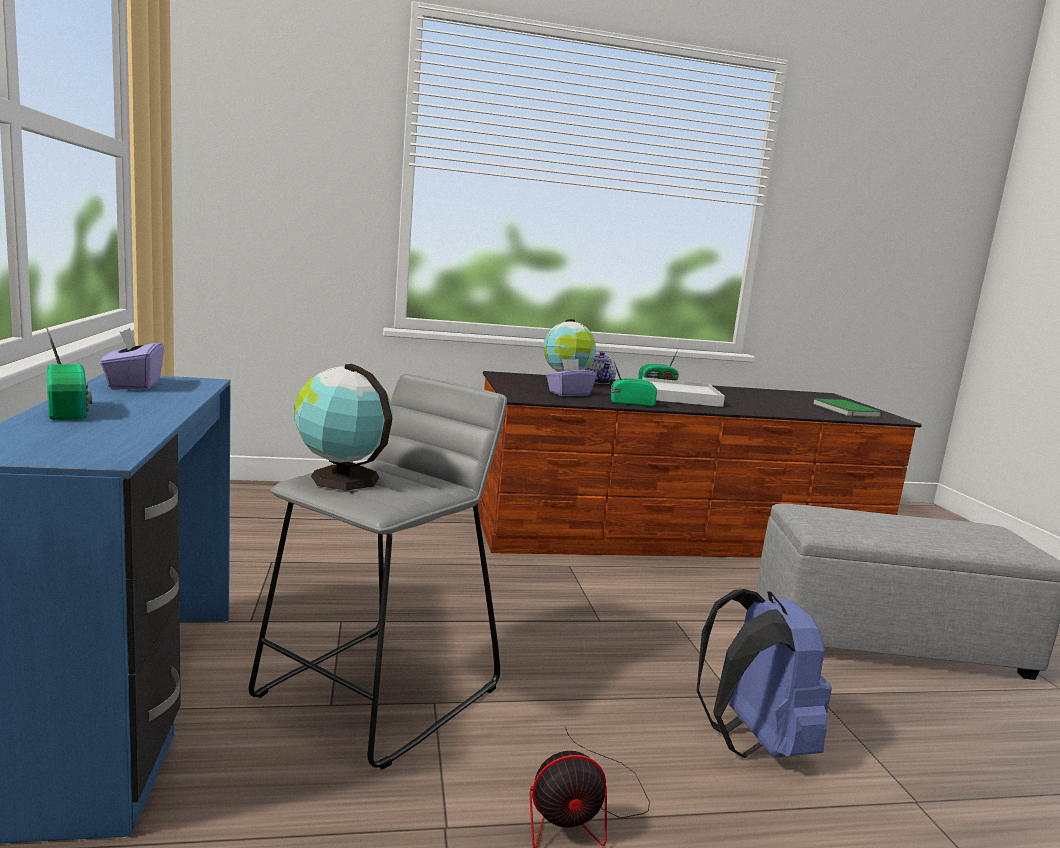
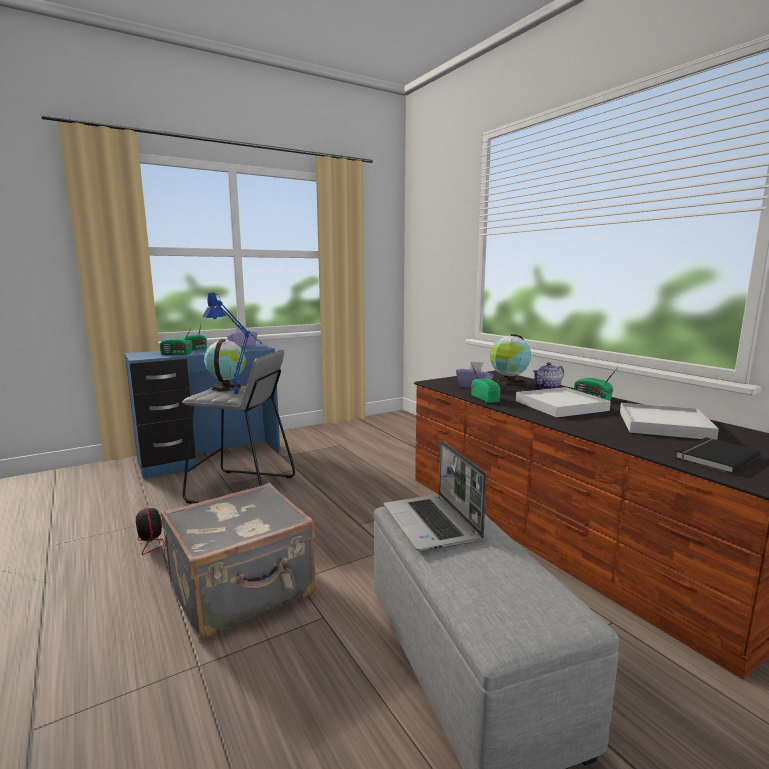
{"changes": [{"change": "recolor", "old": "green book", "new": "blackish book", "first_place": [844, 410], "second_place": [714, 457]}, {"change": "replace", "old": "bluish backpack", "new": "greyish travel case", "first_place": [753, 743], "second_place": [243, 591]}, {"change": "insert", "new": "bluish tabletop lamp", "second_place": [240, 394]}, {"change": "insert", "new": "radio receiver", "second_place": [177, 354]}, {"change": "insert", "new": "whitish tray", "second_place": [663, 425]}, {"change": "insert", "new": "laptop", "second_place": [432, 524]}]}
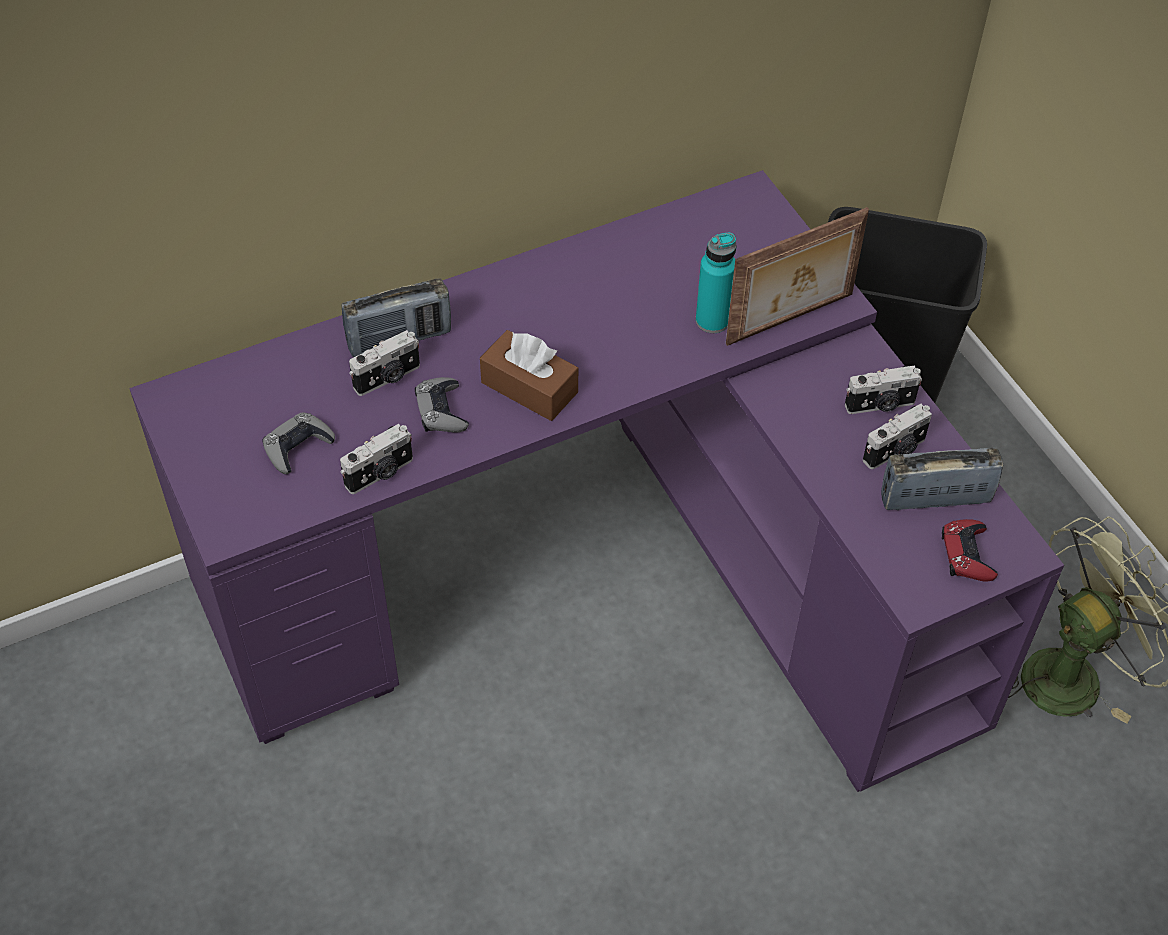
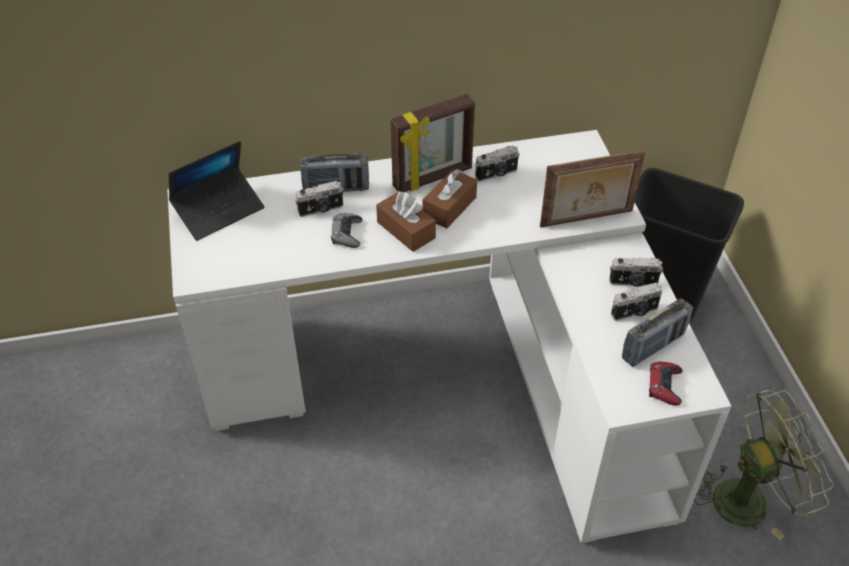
{"changes": [{"change": "recolor", "old": "purple desk", "new": "whitish desk", "first_place": [604, 576], "second_place": [454, 374]}, {"change": "delete", "old": "turquoise drink bottle", "first_place": [712, 321]}, {"change": "delete", "old": "greyish game controller", "first_place": [297, 447]}, {"change": "move", "old": "photo camera", "first_place": [380, 474], "second_place": [497, 174]}, {"change": "rotate", "old": "radio receiver", "first_place": [935, 498], "second_place": [653, 346], "degrees": 135}, {"change": "insert", "new": "photo frame", "second_place": [433, 178]}, {"change": "insert", "new": "laptop", "second_place": [219, 210]}, {"change": "insert", "new": "brown-coloured tissue box", "second_place": [449, 207]}]}
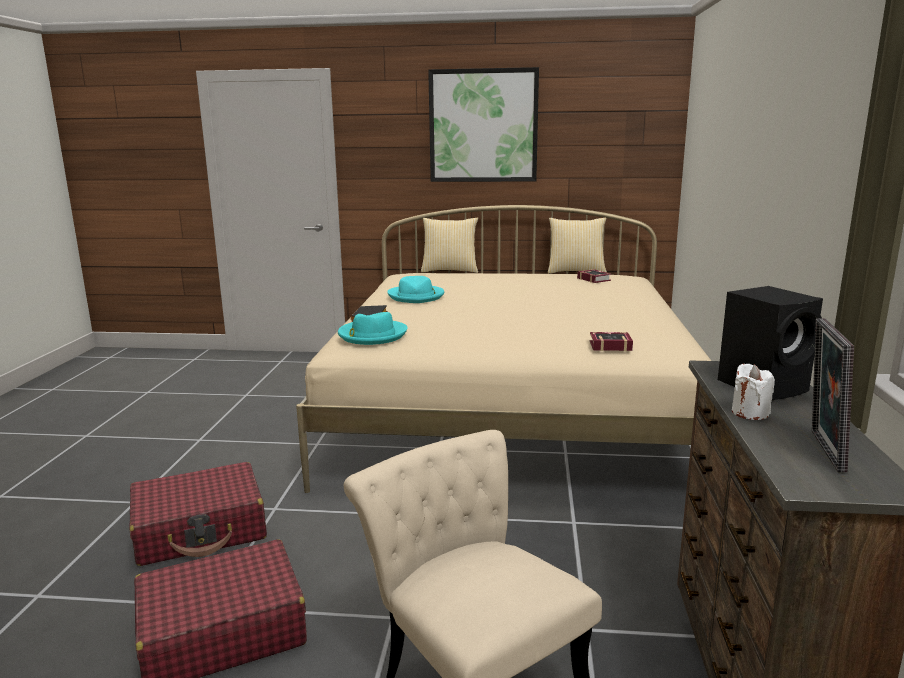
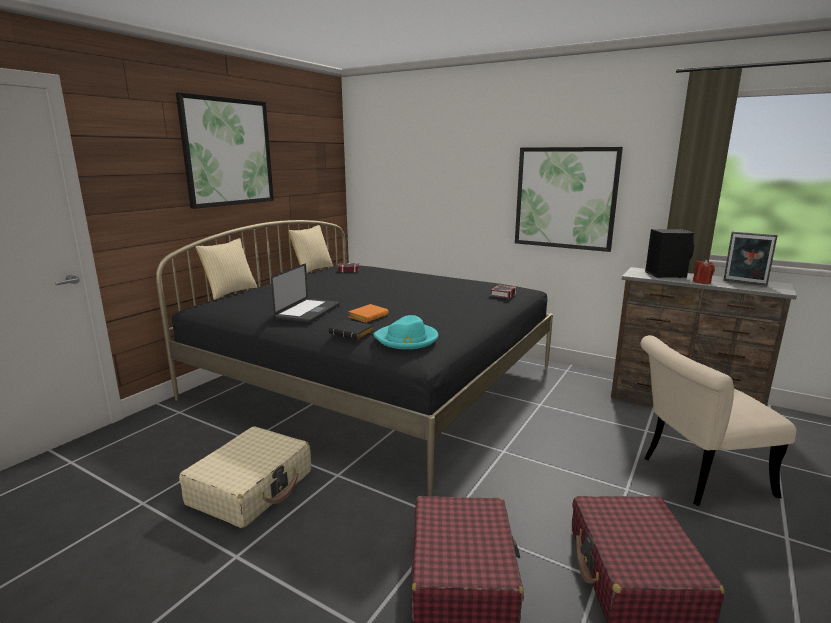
{"changes": [{"change": "recolor", "old": "beige-coloured bed", "new": "blackish bed", "first_place": [512, 413], "second_place": [374, 382]}, {"change": "replace", "old": "turquoise wearable hat", "new": "laptop", "first_place": [416, 296], "second_place": [308, 311]}, {"change": "recolor", "old": "whitish wax light", "new": "red-coloured wax light", "first_place": [750, 413], "second_place": [702, 282]}, {"change": "insert", "new": "wall art", "second_place": [565, 198]}, {"change": "insert", "new": "orangey book", "second_place": [368, 316]}, {"change": "insert", "new": "beige-coloured travel case", "second_place": [251, 488]}]}
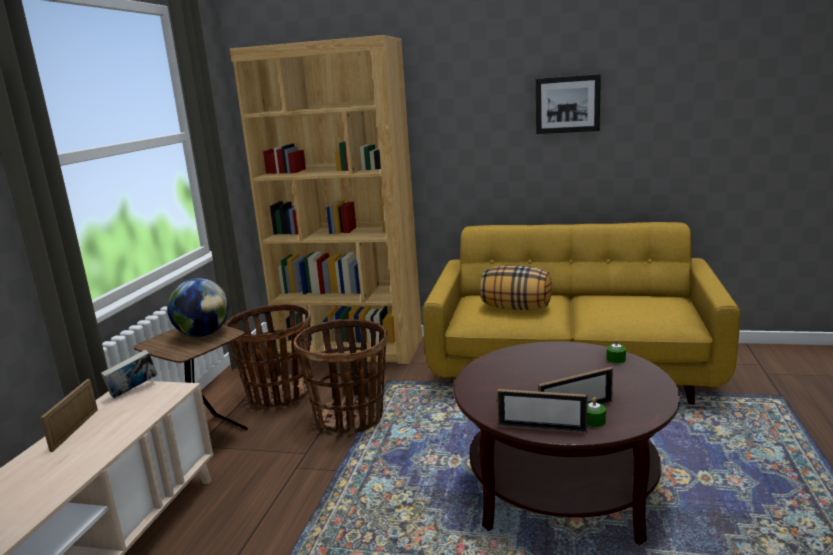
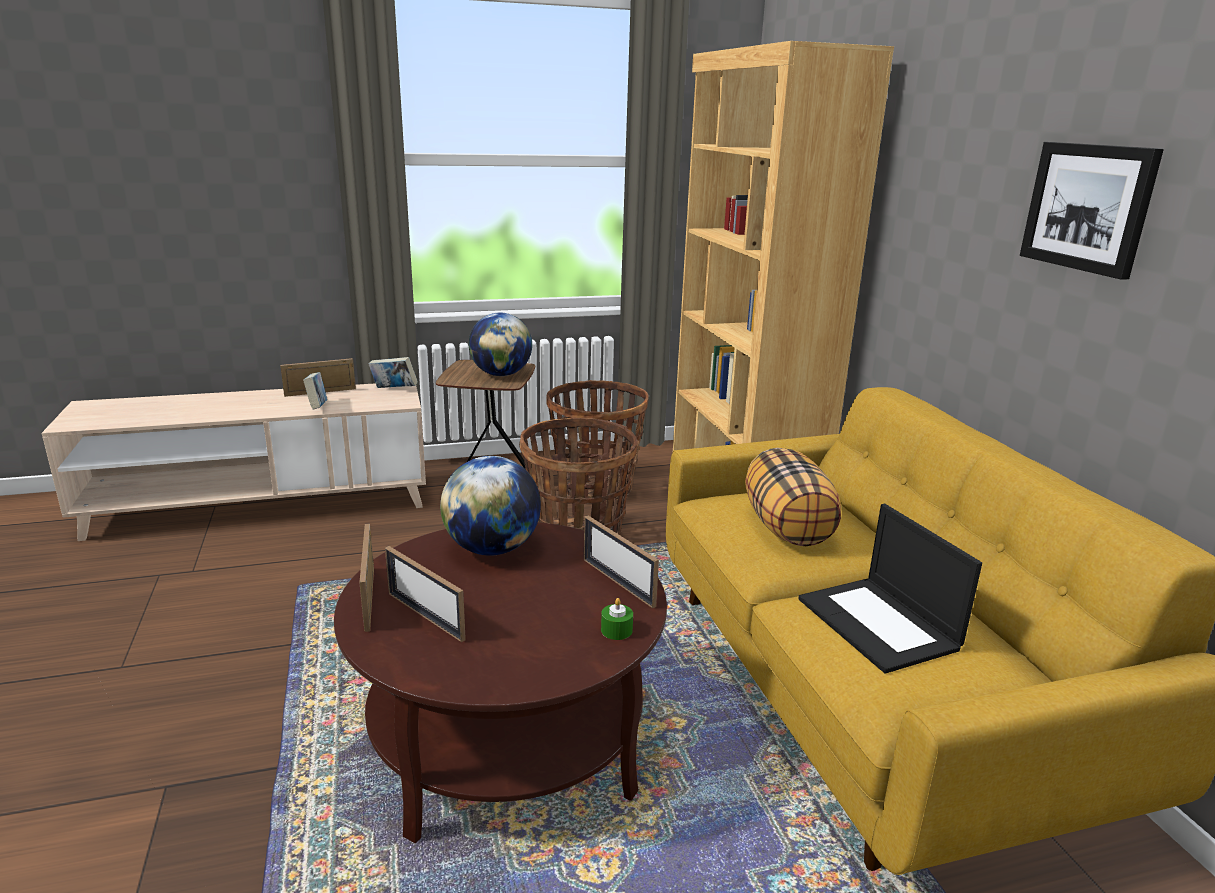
{"changes": [{"change": "delete", "old": "green wax light", "first_place": [594, 421]}, {"change": "insert", "new": "book", "second_place": [317, 408]}, {"change": "insert", "new": "desk globe", "second_place": [492, 549]}, {"change": "insert", "new": "laptop", "second_place": [879, 624]}, {"change": "insert", "new": "photo frame", "second_place": [618, 582]}]}
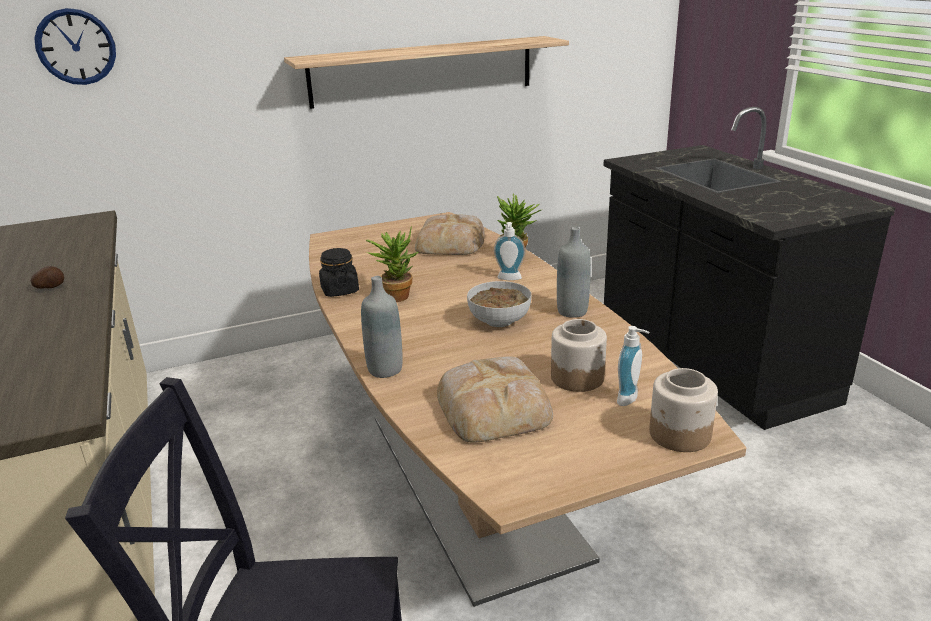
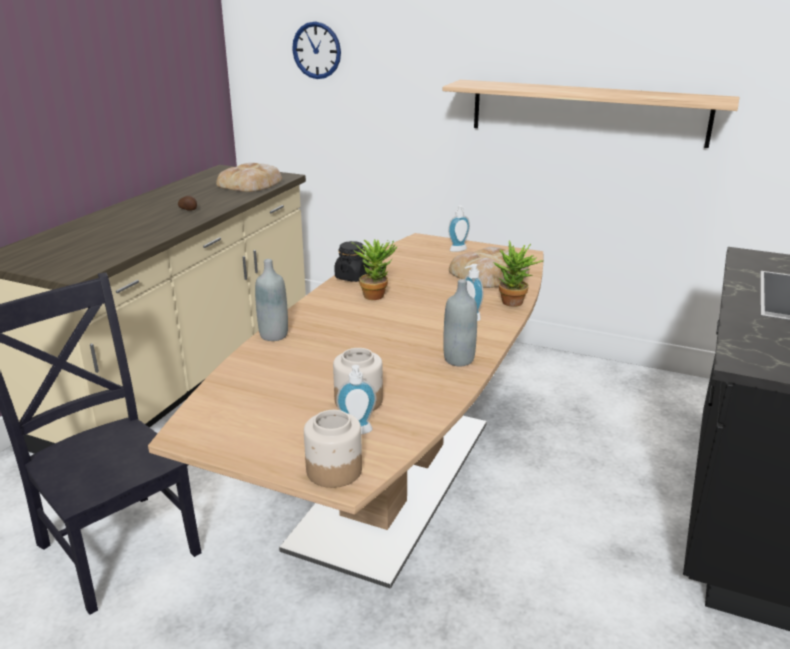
{"changes": [{"change": "delete", "old": "deep dish", "first_place": [500, 321]}, {"change": "move", "old": "baked bread", "first_place": [494, 406], "second_place": [251, 184]}, {"change": "insert", "new": "soap dispenser", "second_place": [459, 250]}]}
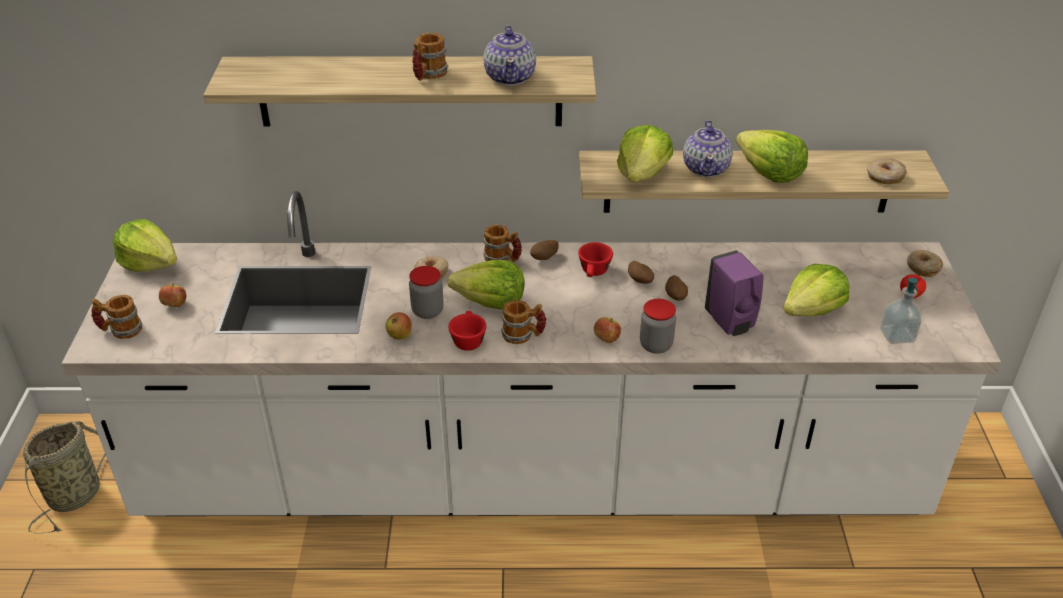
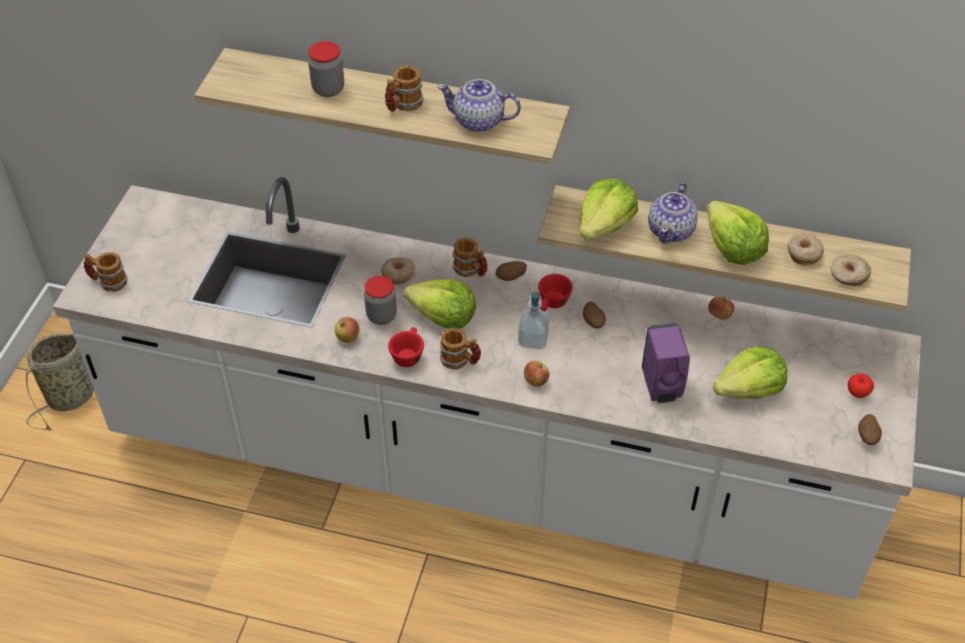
{"changes": [{"change": "rotate", "old": "teapot", "first_place": [510, 77], "second_place": [479, 121], "degrees": 90}, {"change": "delete", "old": "lettuce", "first_place": [150, 263]}, {"change": "move", "old": "donut", "first_place": [922, 268], "second_place": [803, 253]}, {"change": "move", "old": "spud", "first_place": [675, 297], "second_place": [867, 437]}, {"change": "move", "old": "soap dispenser", "first_place": [897, 335], "second_place": [533, 340]}, {"change": "move", "old": "whole apple", "first_place": [175, 305], "second_place": [719, 315]}, {"change": "move", "old": "jar", "first_place": [656, 345], "second_place": [328, 89]}]}
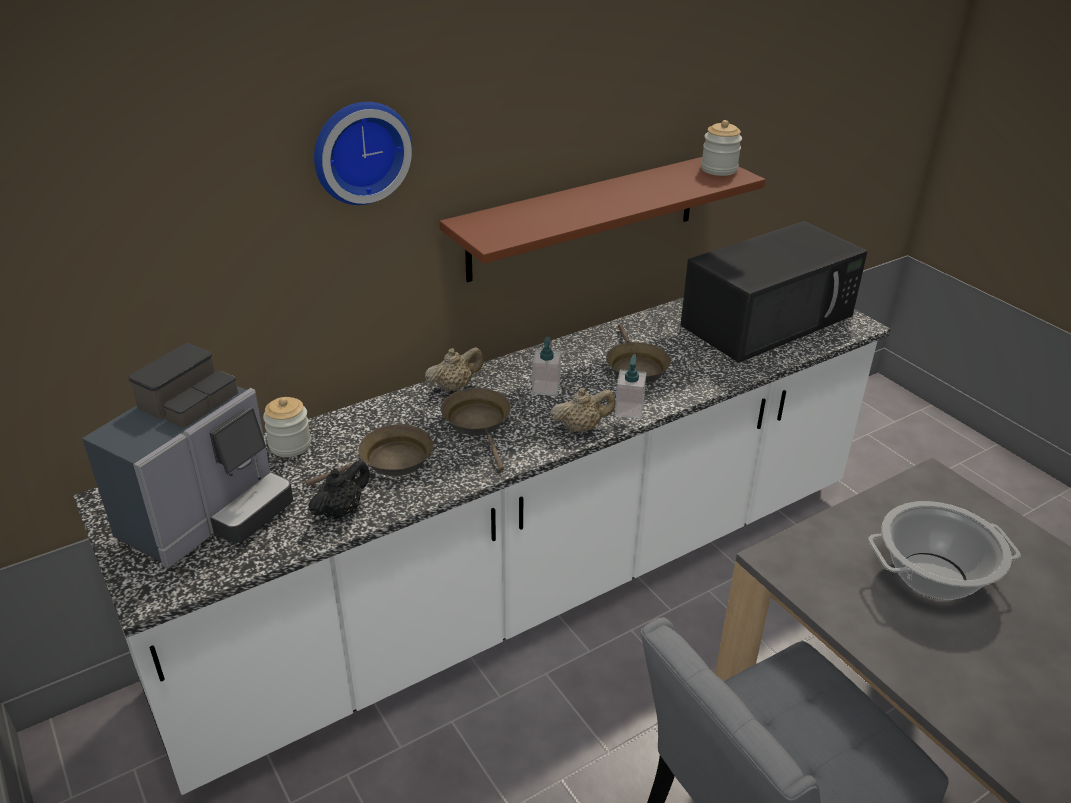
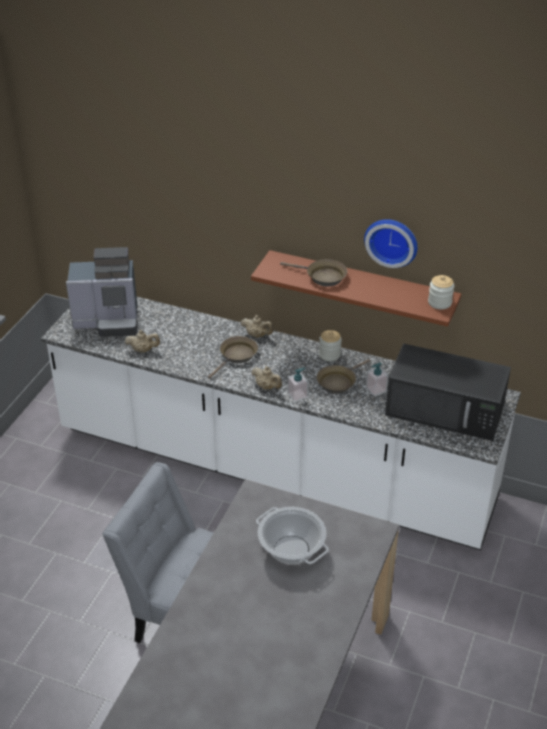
{"changes": [{"change": "move", "old": "wall clock", "first_place": [360, 151], "second_place": [392, 241]}, {"change": "move", "old": "soap dispenser", "first_place": [546, 388], "second_place": [376, 389]}, {"change": "move", "old": "jar", "first_place": [290, 445], "second_place": [329, 355]}, {"change": "move", "old": "brown-coloured pan", "first_place": [390, 461], "second_place": [322, 277]}, {"change": "recolor", "old": "blackish teapot", "new": "beige-coloured teapot", "first_place": [341, 510], "second_place": [143, 350]}]}
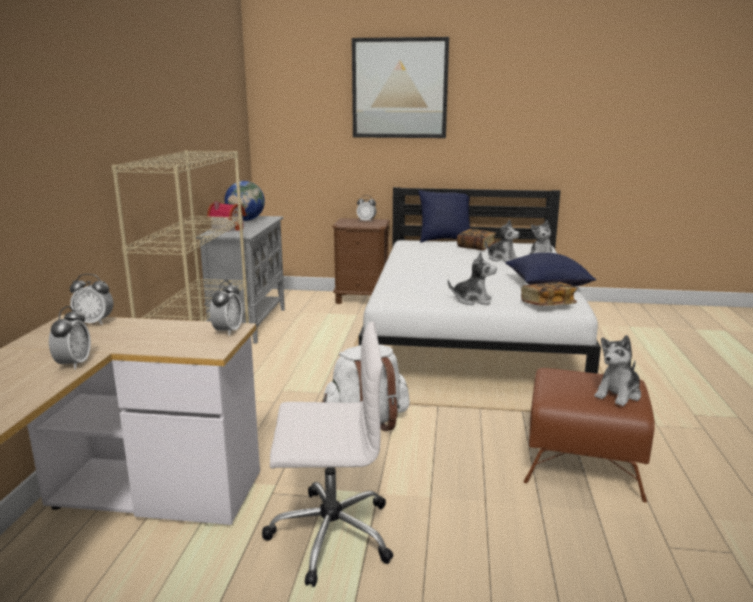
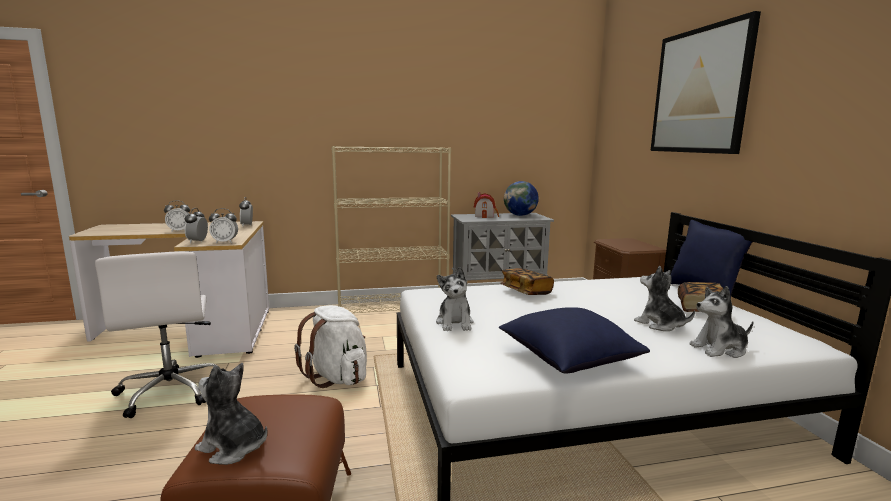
{"changes": [{"change": "move", "old": "alarm clock", "first_place": [366, 221], "second_place": [198, 241]}, {"change": "rotate", "old": "soft toy", "first_place": [502, 259], "second_place": [660, 324], "degrees": 120}, {"change": "move", "old": "book", "first_place": [547, 305], "second_place": [526, 292]}]}
